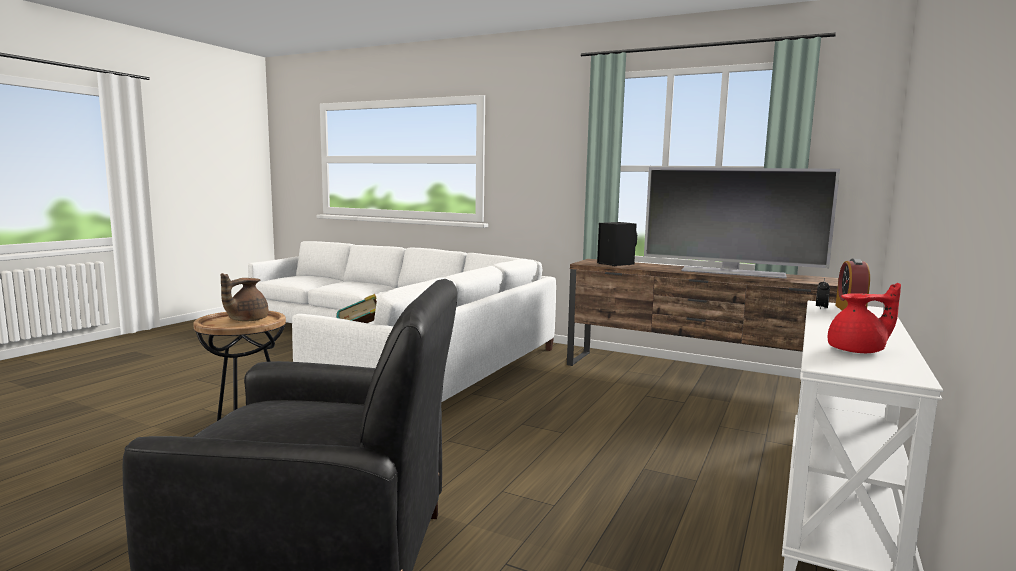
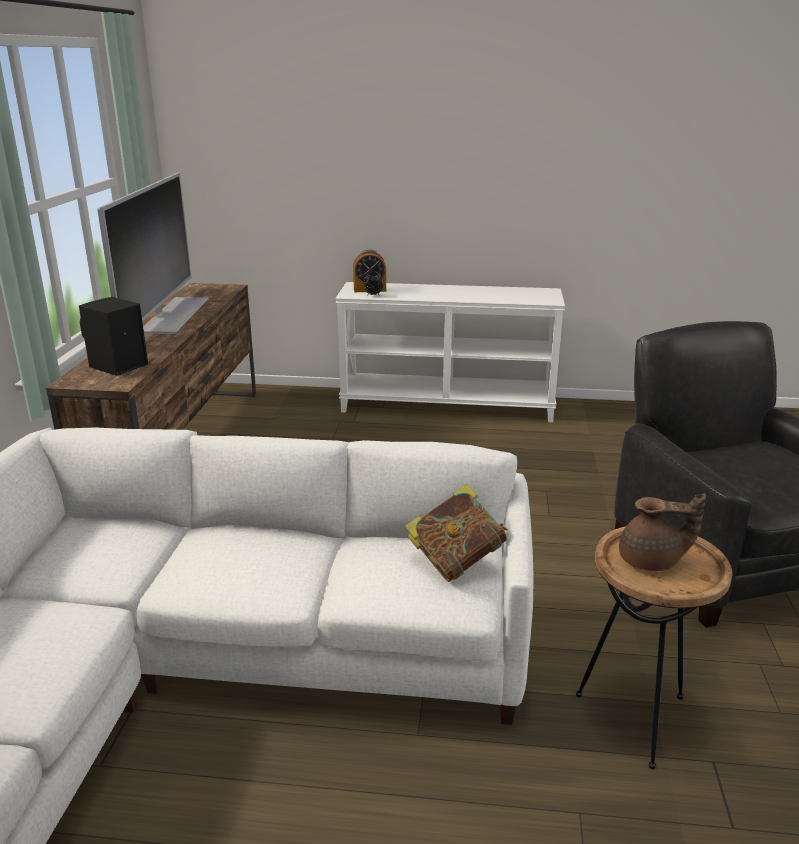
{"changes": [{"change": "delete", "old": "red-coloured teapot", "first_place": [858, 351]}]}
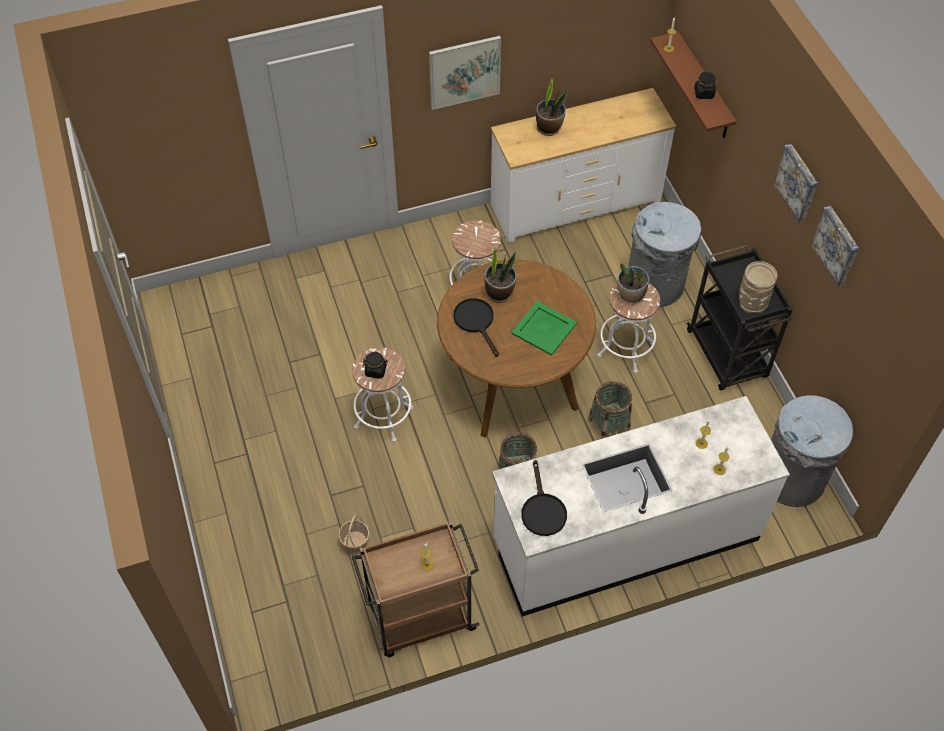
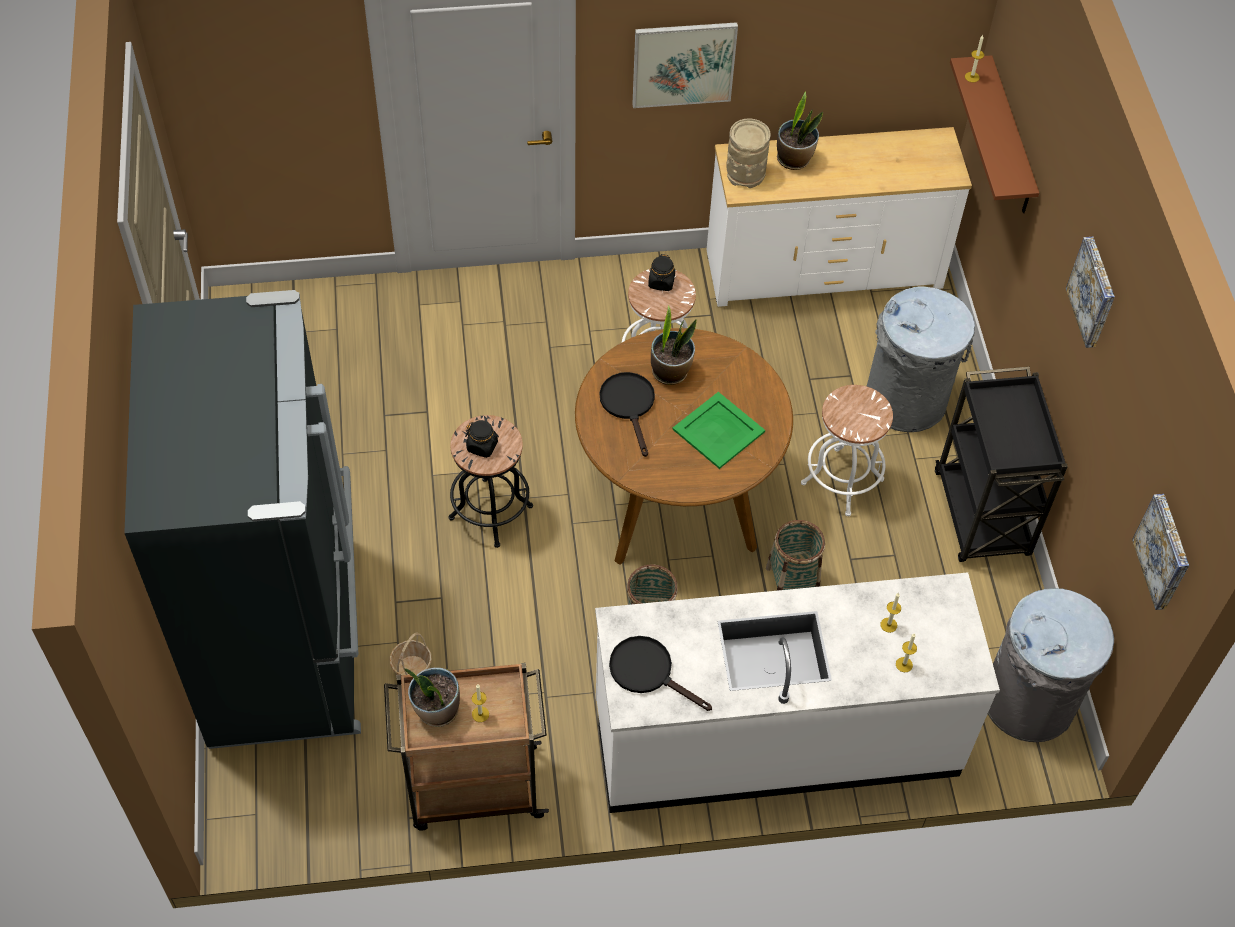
{"changes": [{"change": "move", "old": "blackish jar", "first_place": [704, 93], "second_place": [661, 282]}, {"change": "move", "old": "wall art", "first_place": [837, 245], "second_place": [1164, 551]}, {"change": "move", "old": "beige-coloured vase", "first_place": [752, 301], "second_place": [745, 173]}, {"change": "move", "old": "potted plant", "first_place": [630, 295], "second_place": [436, 710]}, {"change": "recolor", "old": "whitish stool", "new": "blackish stool", "first_place": [383, 417], "second_place": [491, 512]}, {"change": "rotate", "old": "blackish pan", "first_place": [542, 510], "second_place": [648, 672], "degrees": 120}, {"change": "insert", "new": "blackish fridge", "second_place": [287, 639]}]}
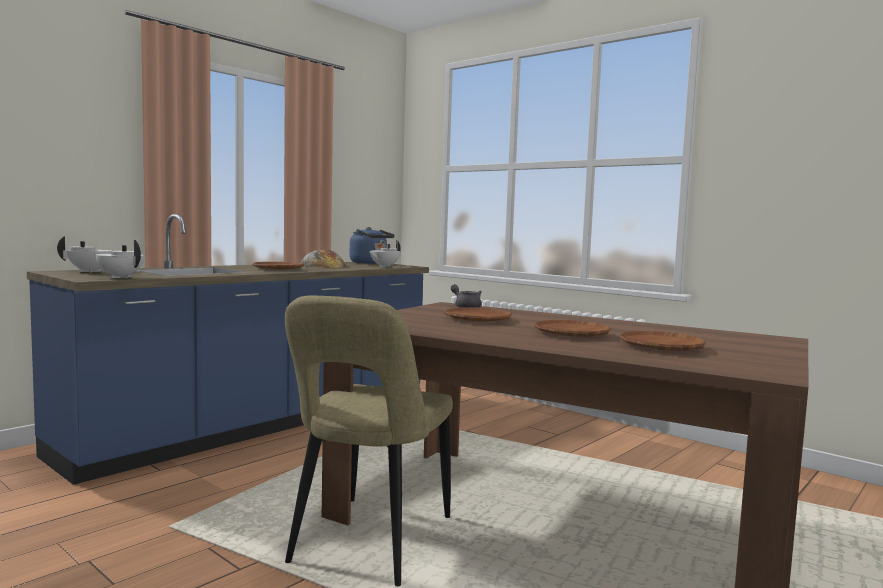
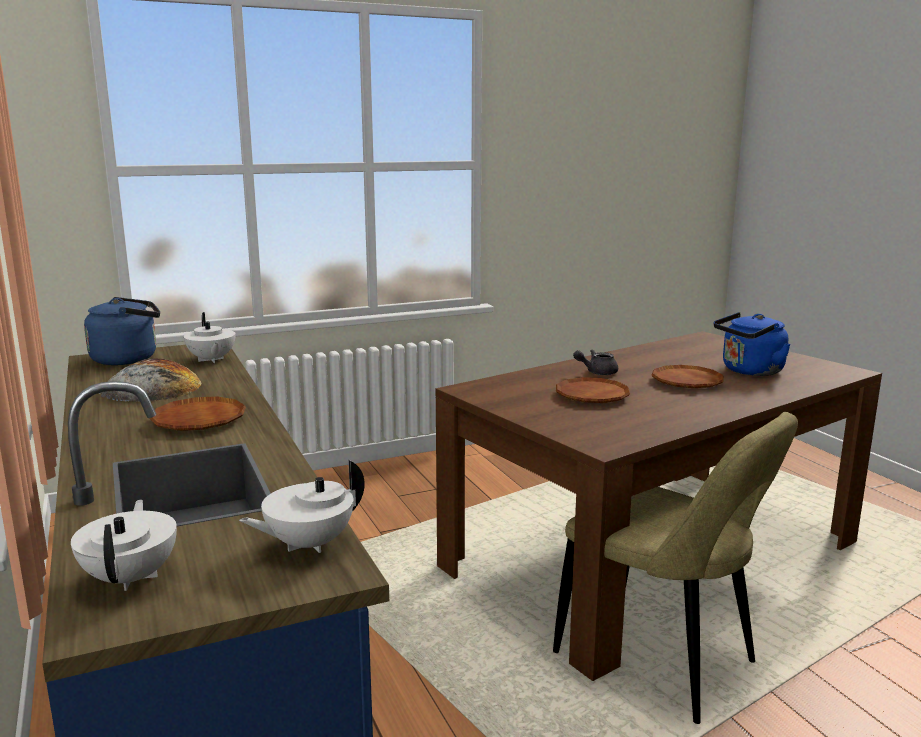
{"changes": [{"change": "move", "old": "greyish teapot", "first_place": [466, 307], "second_place": [597, 372]}, {"change": "replace", "old": "brown-coloured plate", "new": "bluish water kettle", "first_place": [661, 347], "second_place": [749, 371]}]}
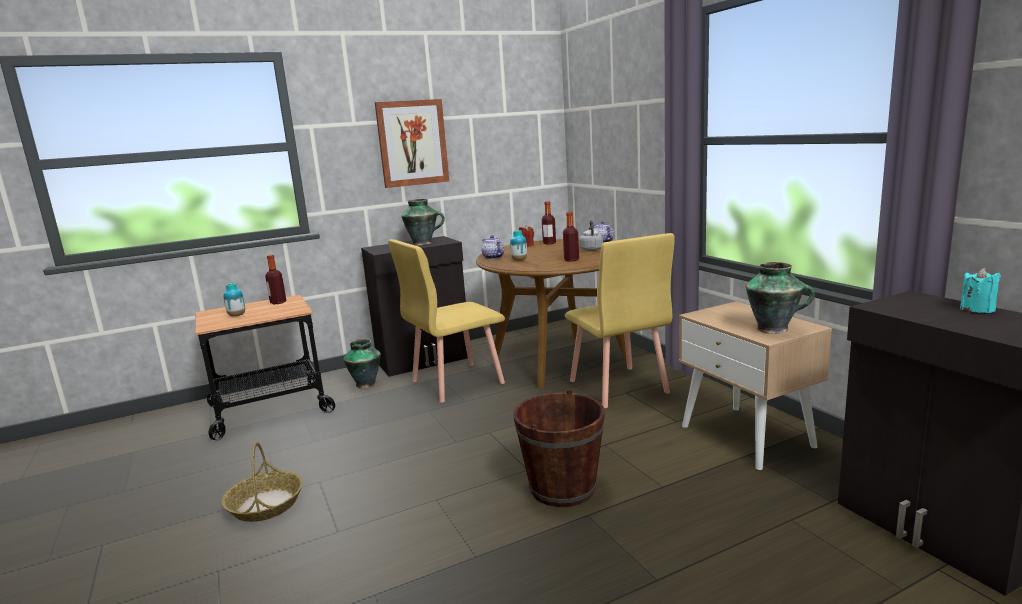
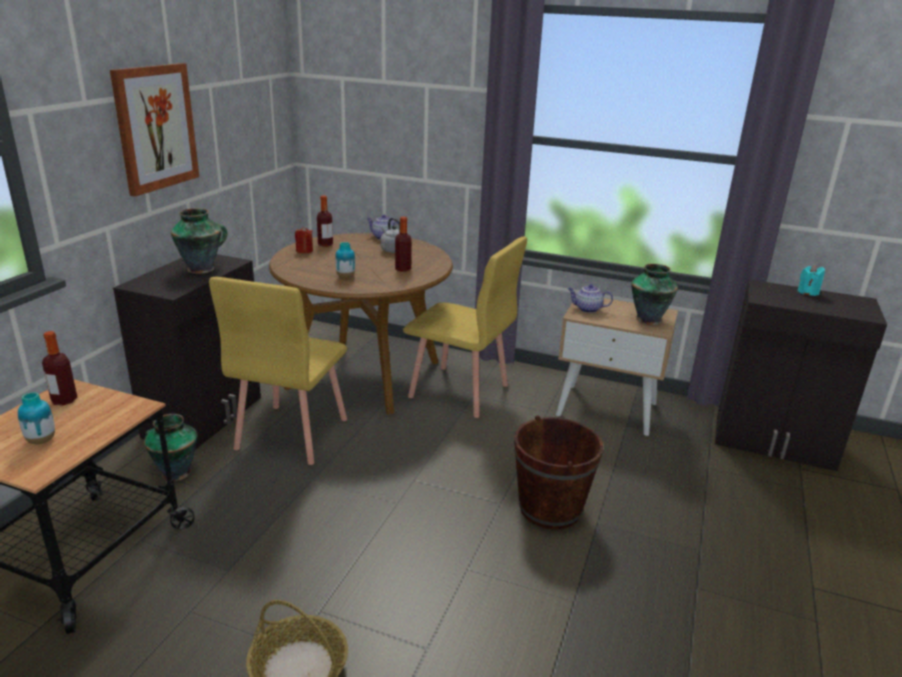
{"changes": [{"change": "move", "old": "teapot", "first_place": [493, 257], "second_place": [587, 309]}]}
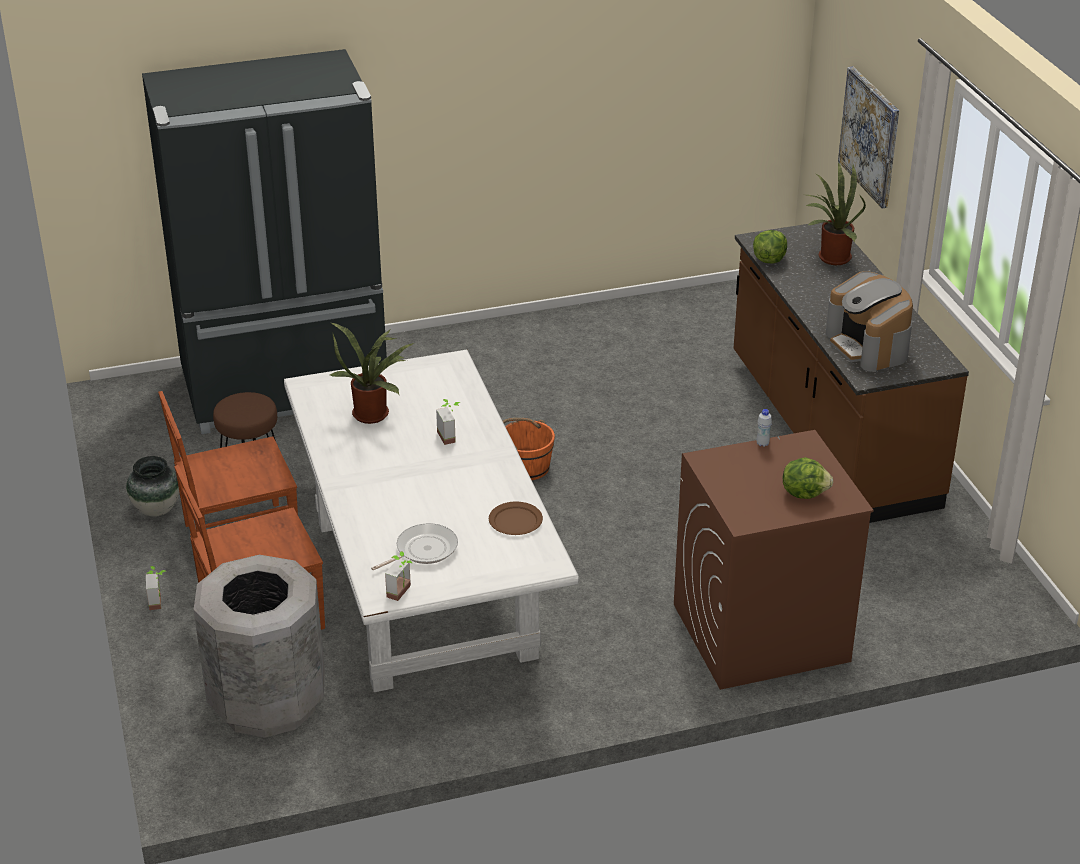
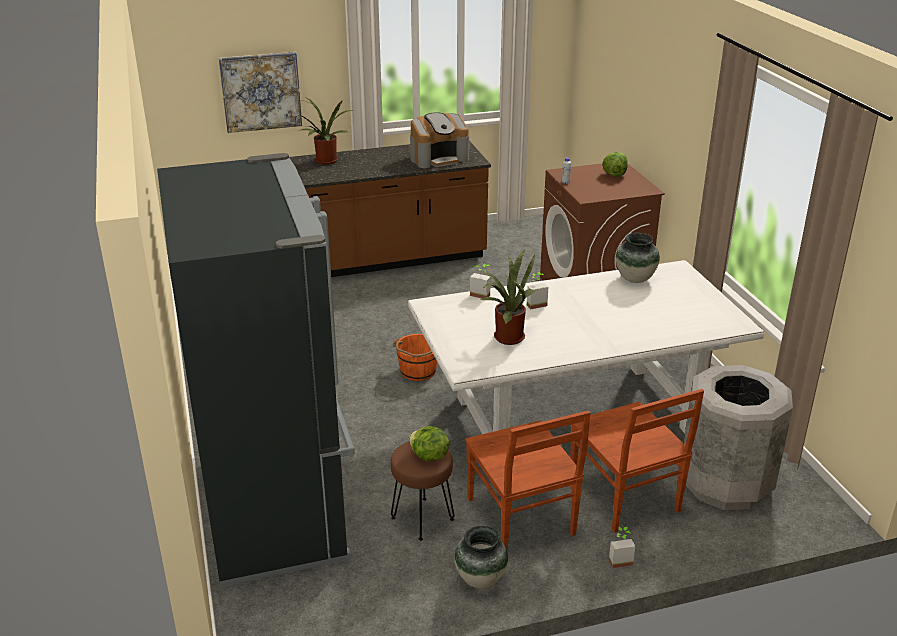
{"changes": [{"change": "move", "old": "lettuce", "first_place": [769, 259], "second_place": [429, 456]}, {"change": "replace", "old": "brown-coloured plate", "new": "vase", "first_place": [515, 521], "second_place": [635, 279]}, {"change": "delete", "old": "pan", "first_place": [423, 550]}, {"change": "move", "old": "potted plant", "first_place": [403, 593], "second_place": [481, 294]}]}
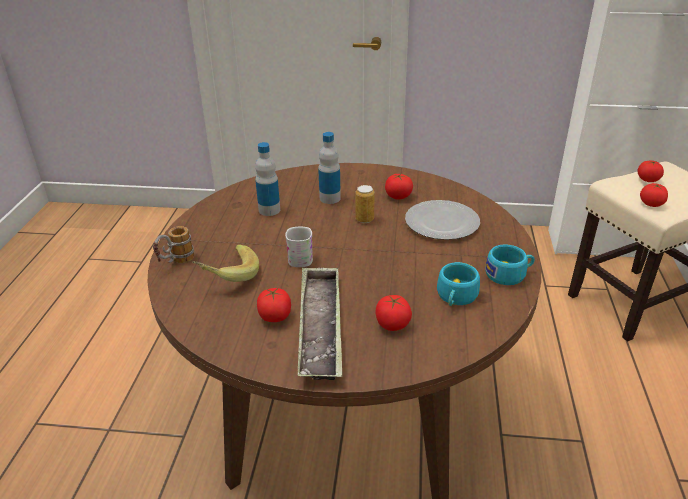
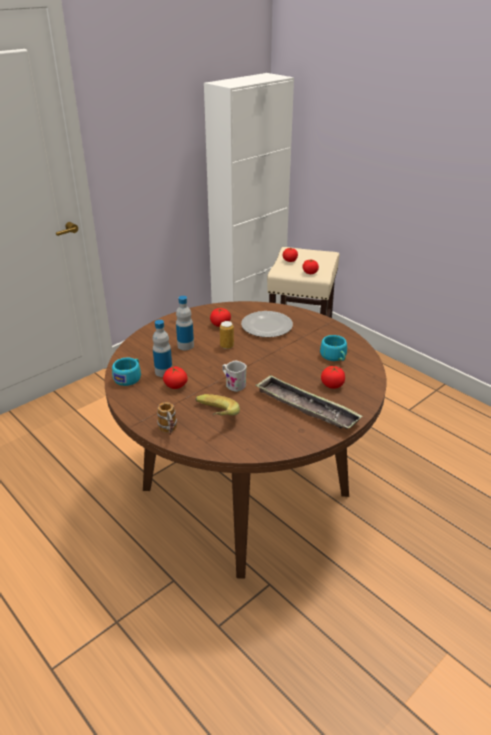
{"changes": [{"change": "move", "old": "turquoise cup", "first_place": [509, 274], "second_place": [129, 377]}, {"change": "move", "old": "fresh tomato", "first_place": [275, 317], "second_place": [176, 386]}]}
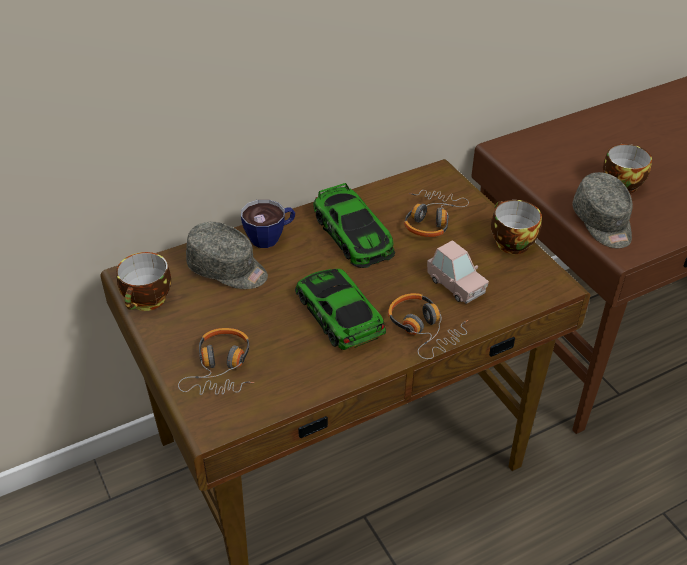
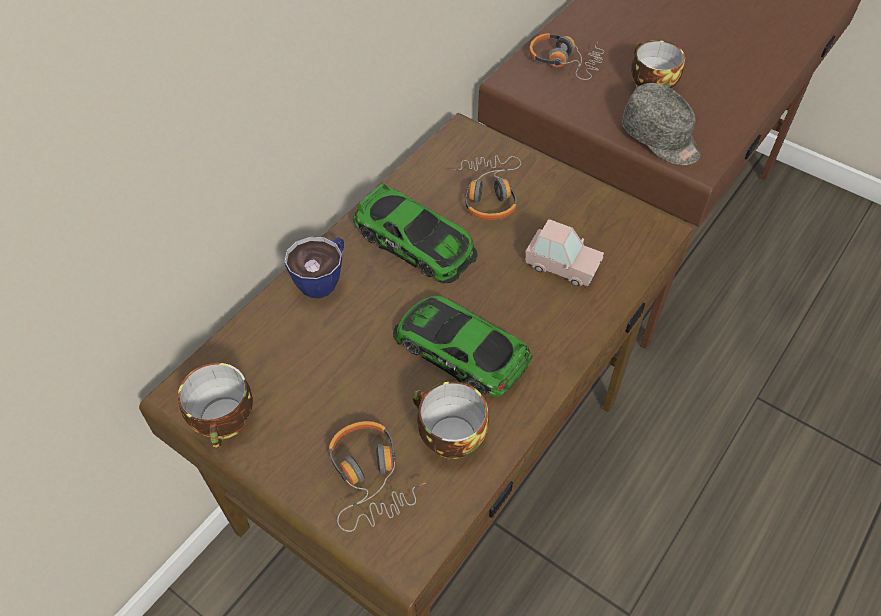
{"changes": [{"change": "move", "old": "cup", "first_place": [509, 242], "second_place": [448, 437]}, {"change": "delete", "old": "greyish peaked cap", "first_place": [228, 269]}, {"change": "move", "old": "headphones", "first_place": [424, 330], "second_place": [565, 61]}]}
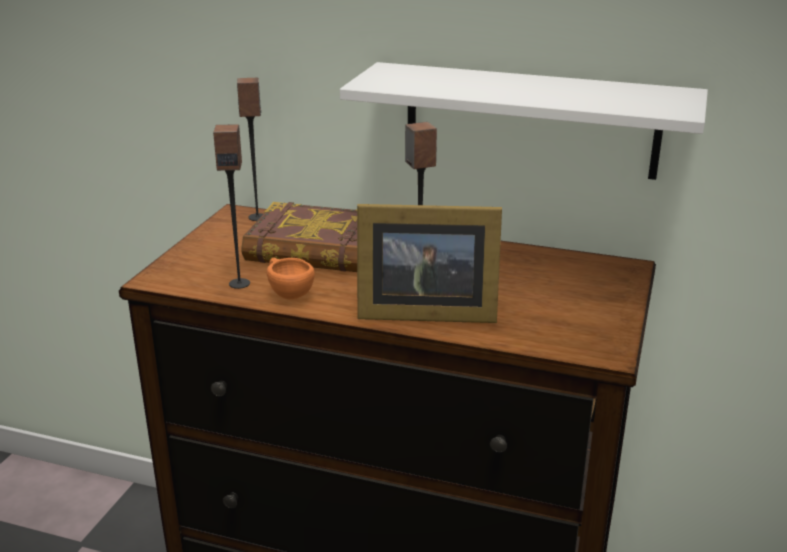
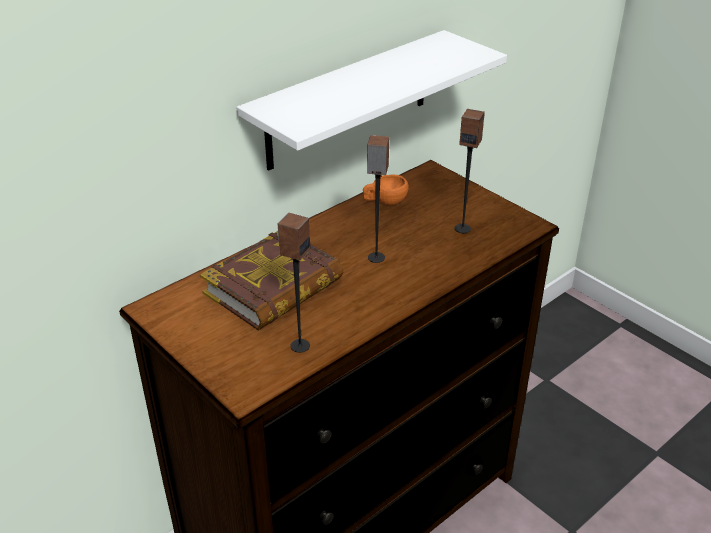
{"changes": [{"change": "move", "old": "audio speaker", "first_place": [258, 217], "second_place": [462, 228]}, {"change": "delete", "old": "photo frame", "first_place": [422, 311]}, {"change": "move", "old": "orangey cup", "first_place": [288, 292], "second_place": [385, 202]}]}
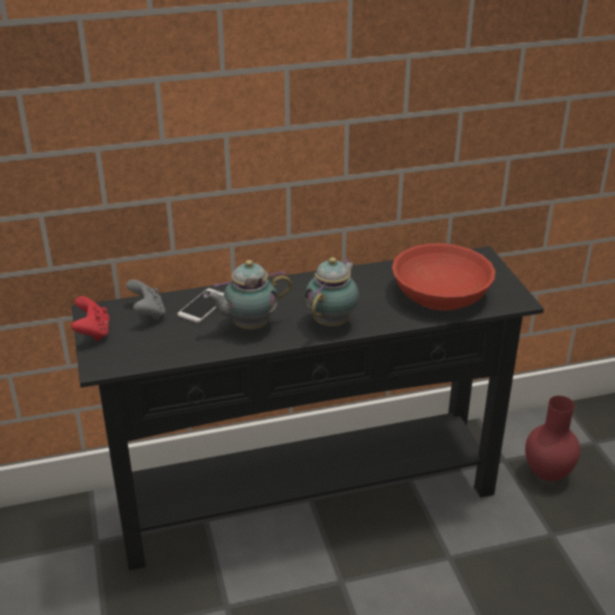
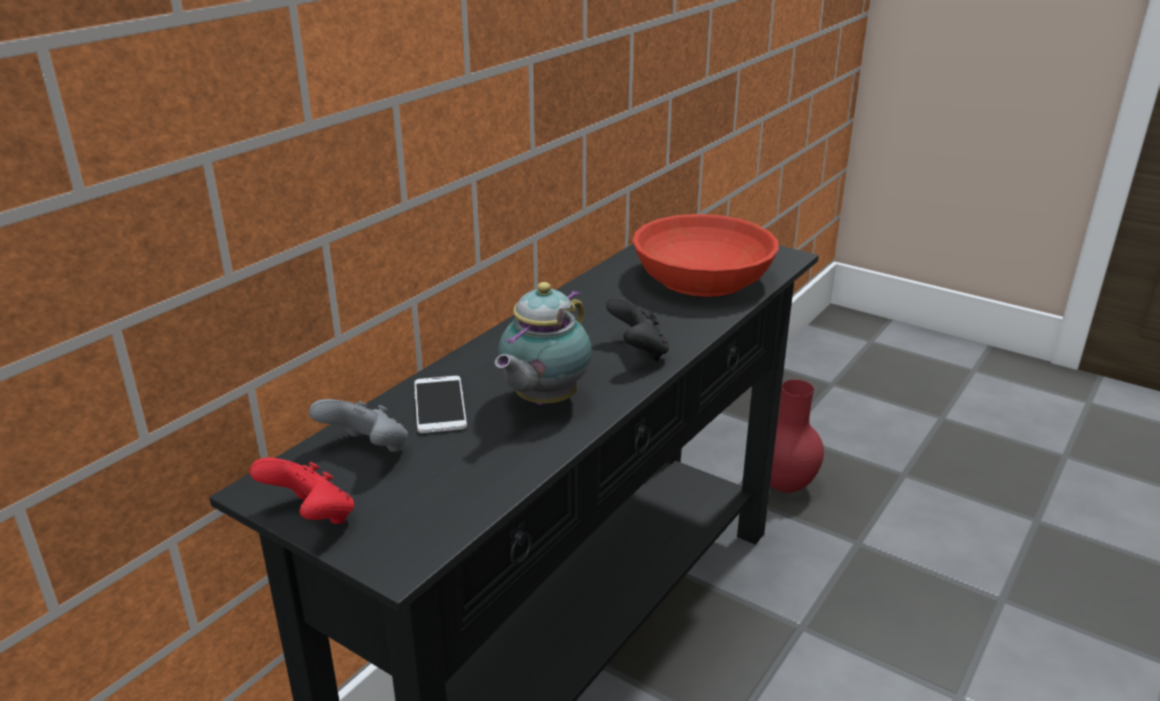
{"changes": [{"change": "replace", "old": "teapot", "new": "blackish game controller", "first_place": [333, 321], "second_place": [638, 351]}]}
